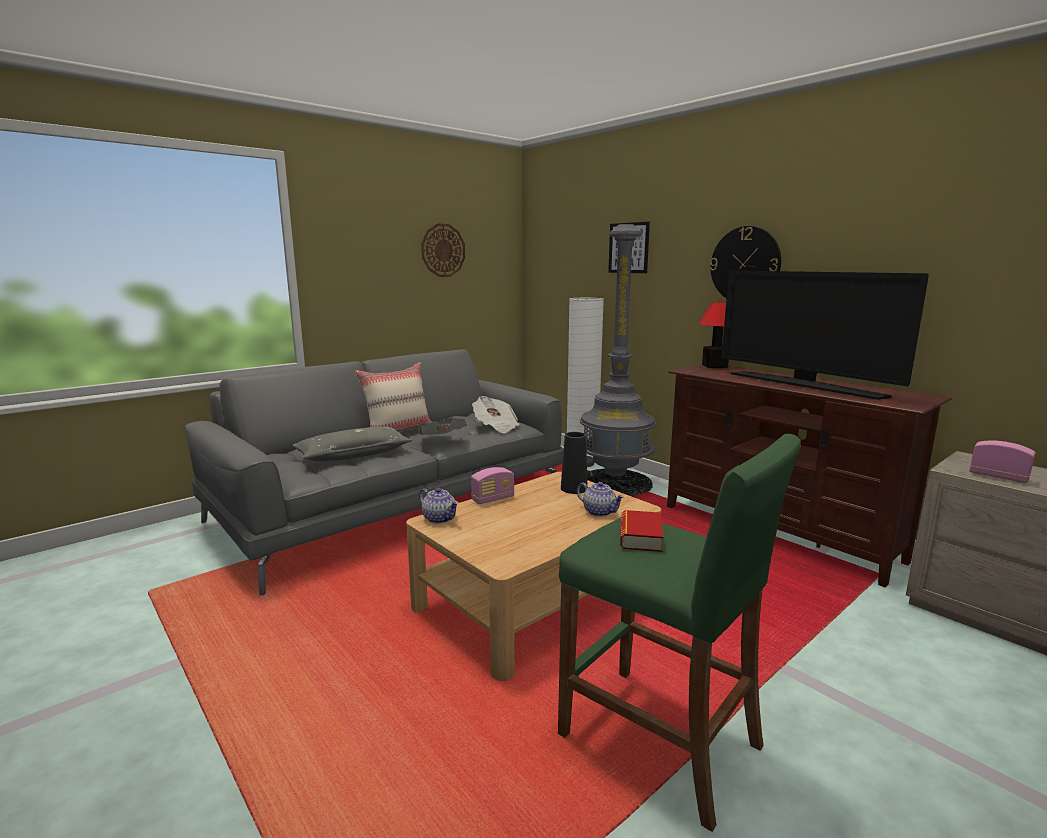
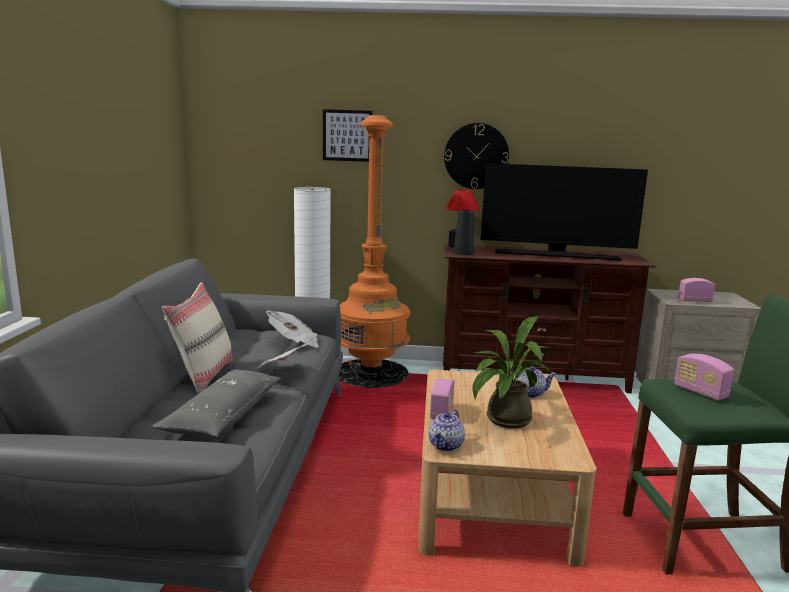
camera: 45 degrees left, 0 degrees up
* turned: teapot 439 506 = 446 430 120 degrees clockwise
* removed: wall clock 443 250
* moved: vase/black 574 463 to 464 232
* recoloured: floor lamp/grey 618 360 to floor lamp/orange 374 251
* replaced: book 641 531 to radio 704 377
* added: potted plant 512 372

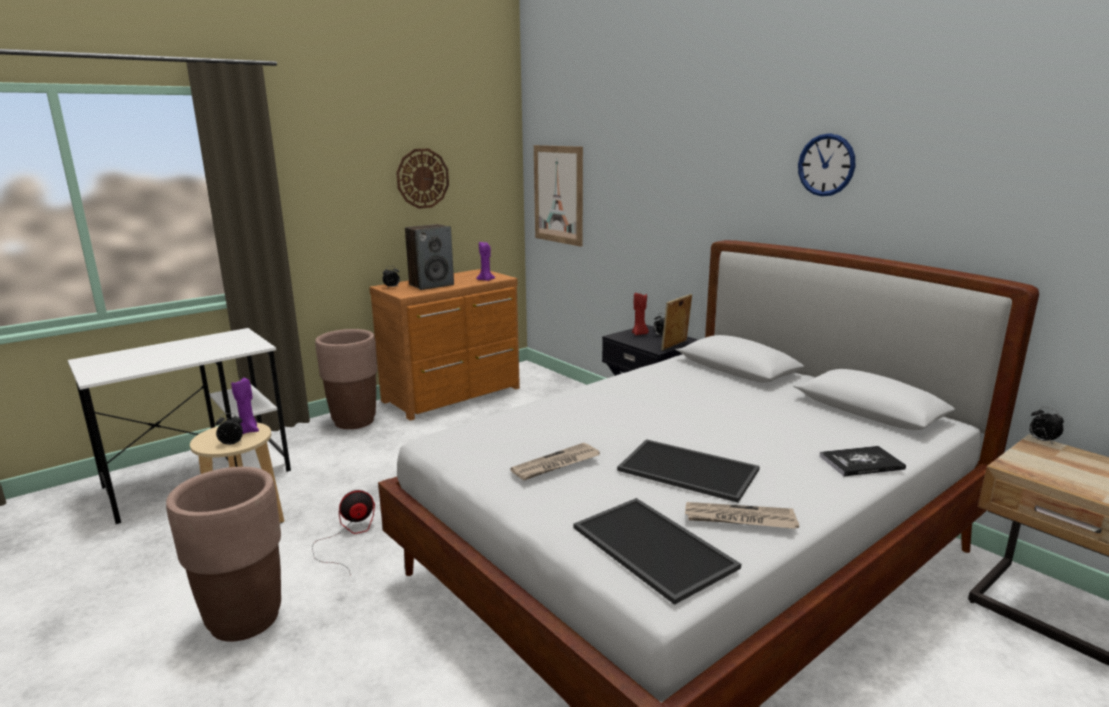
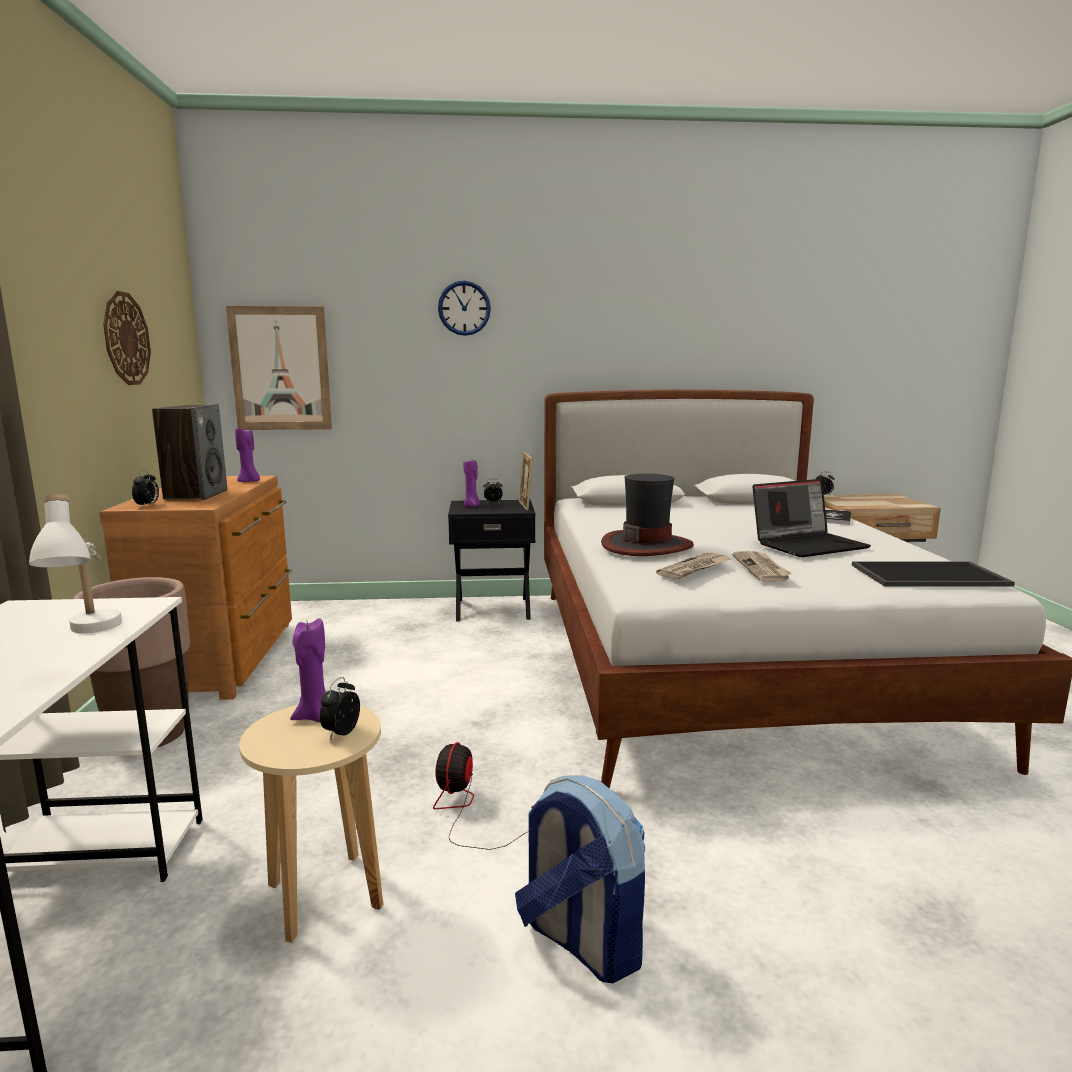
camera: 55 degrees left, 5 degrees down
* replaced: planter/brown 223 554 to backpack 580 879
* replaced: tray 688 471 to laptop 811 518
* recoloured: candle/red 640 313 to candle/purple 471 483
* moved: newspaper 742 515 to 693 565
* moved: wall clock 826 164 to 464 308
* added: table lamp/white 75 563
* added: hat 647 514

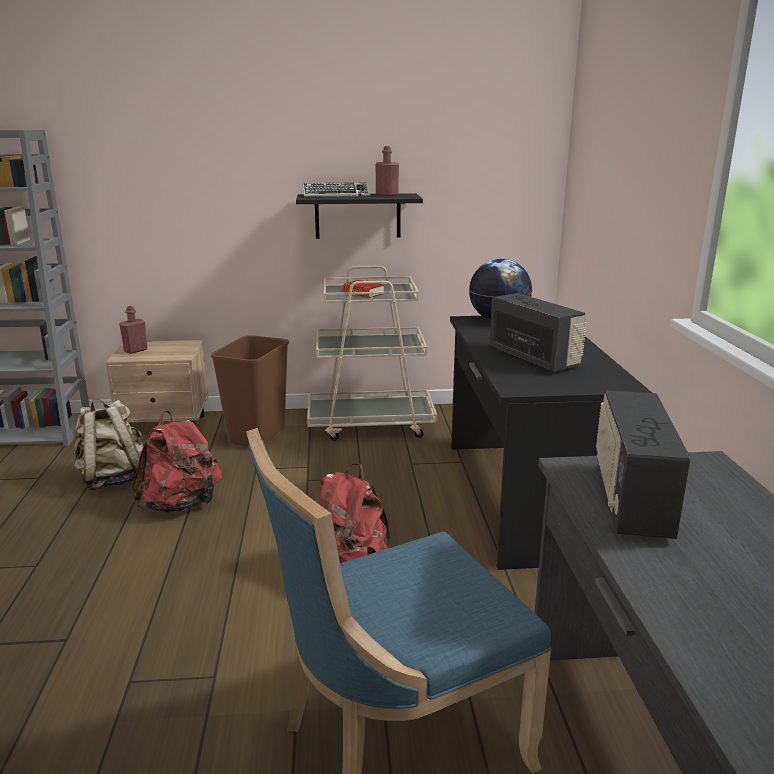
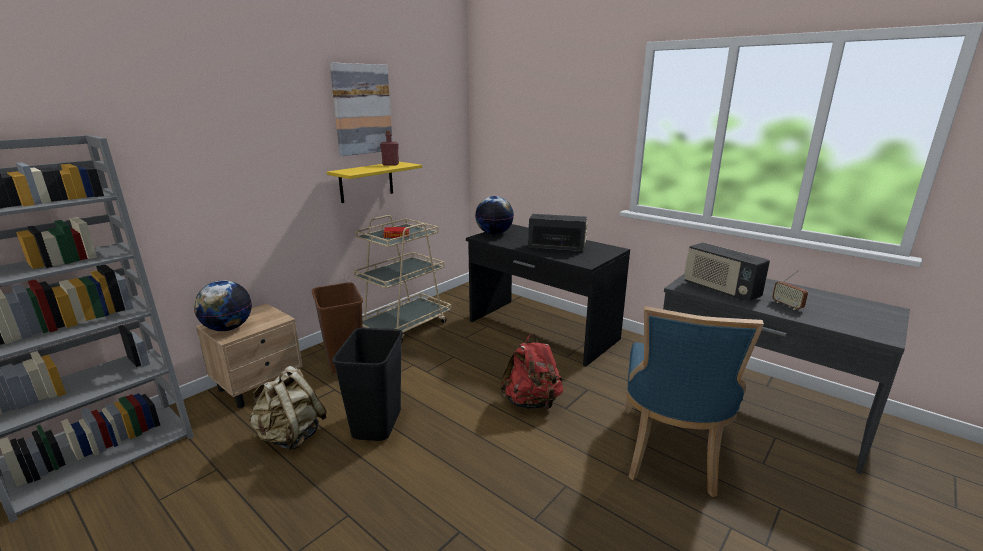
camera: 45 degrees left, 0 degrees up
* replaced: bottle/red 133 330 to globe 223 305
* replaced: backpack/red 177 462 to trash can/black 367 384
* recoloured: shelf/black 359 216 to shelf/yellow 374 182
* removed: keyboard 336 189
* added: picture 361 109
* added: radio 790 290

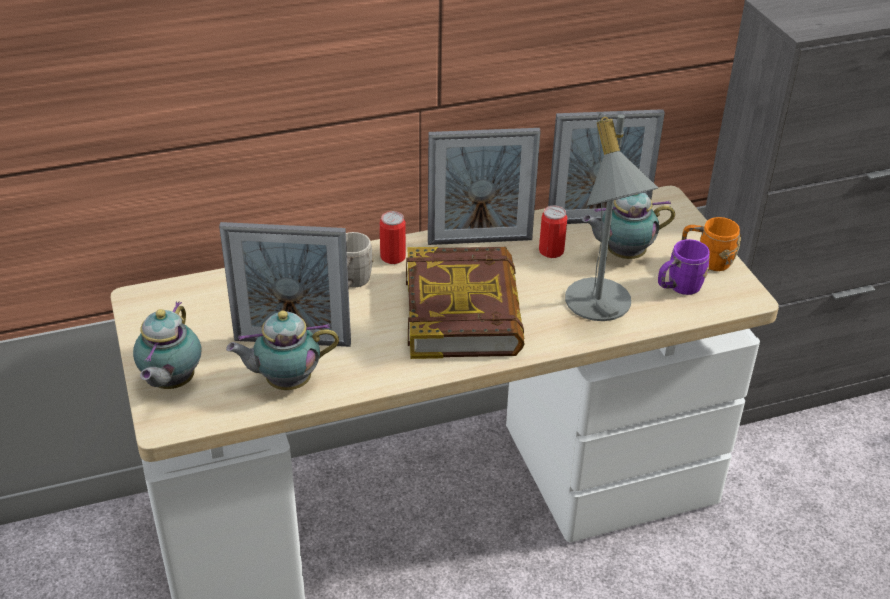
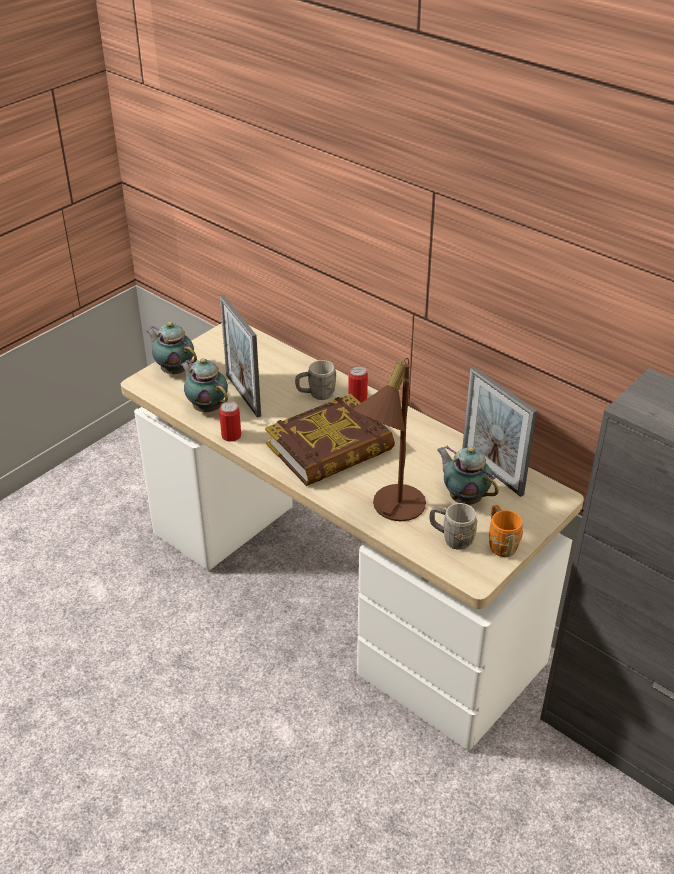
camera: 60 degrees right, 0 degrees up
* turned: teapot 167 345 = 171 348 60 degrees clockwise
* removed: picture frame 484 186
* moved: can 553 232 to 230 421
* recoloured: table lamp/grey 611 217 to table lamp/brown 389 439
* recoloured: mug/purple 684 267 to mug/grey 453 526

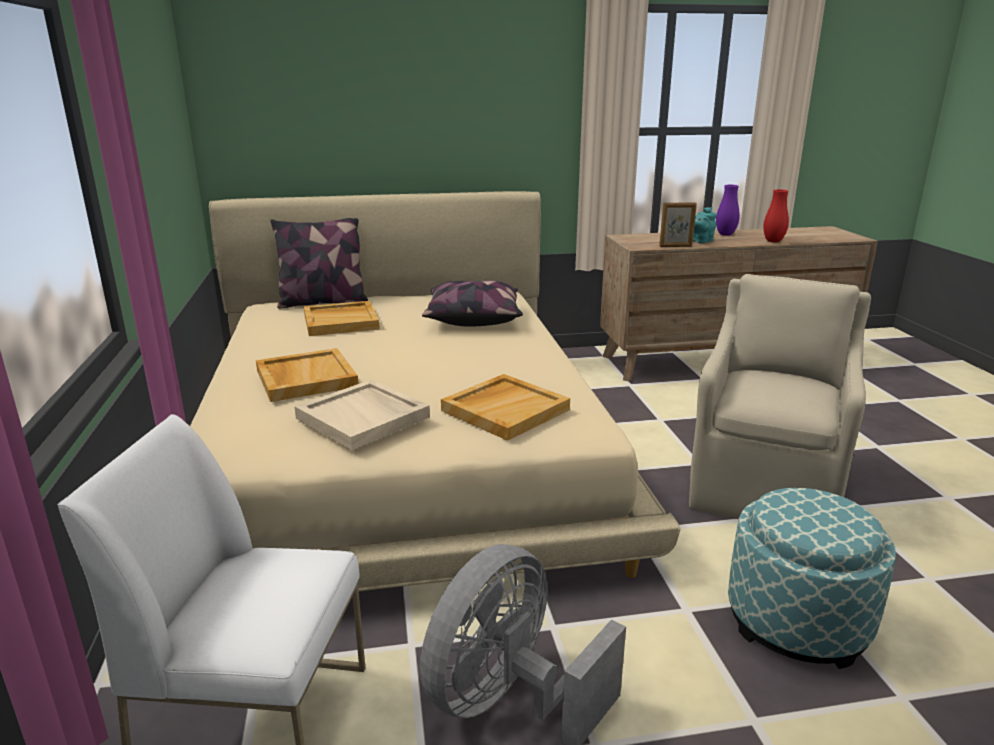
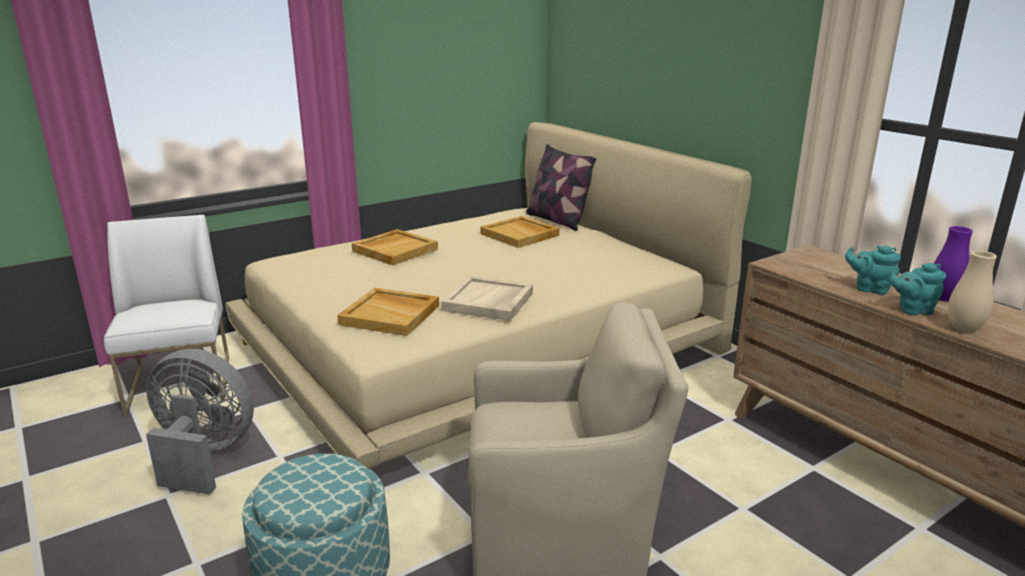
camera: 65 degrees right, 0 degrees up
* moved: tray/beige 362 414 to 487 298
* removed: pillow 472 303
* removed: picture frame 678 225
* recoloured: vase/red 776 216 to vase/beige 972 291
* added: teapot/turquoise 917 289

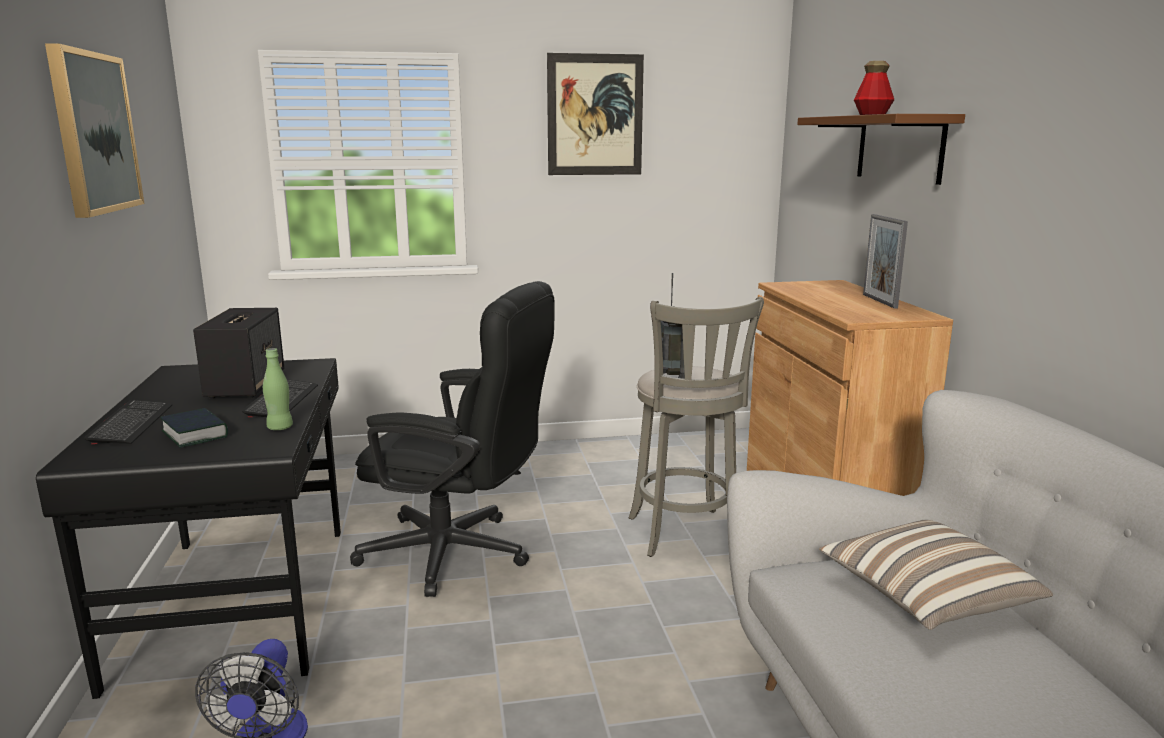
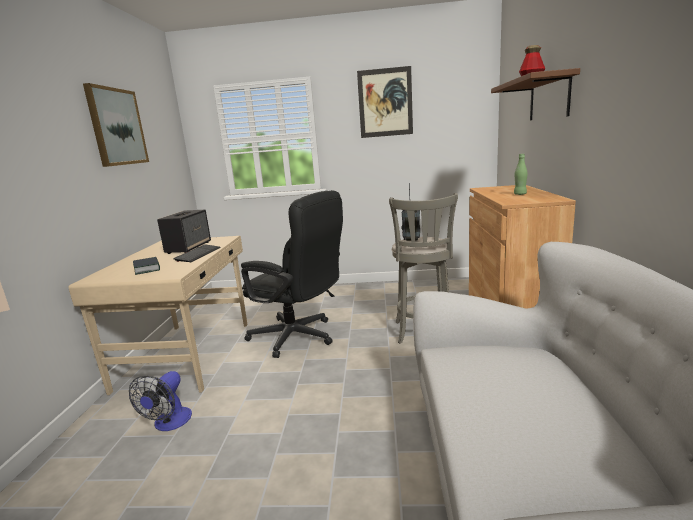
camera: 15 degrees right, 0 degrees up
* recoloured: desk/black 188 528 to desk/beige 157 315
* removed: keyboard 128 422
* moved: bottle/green 278 389 to 520 174
* removed: pillow 936 575
* removed: picture frame 885 261

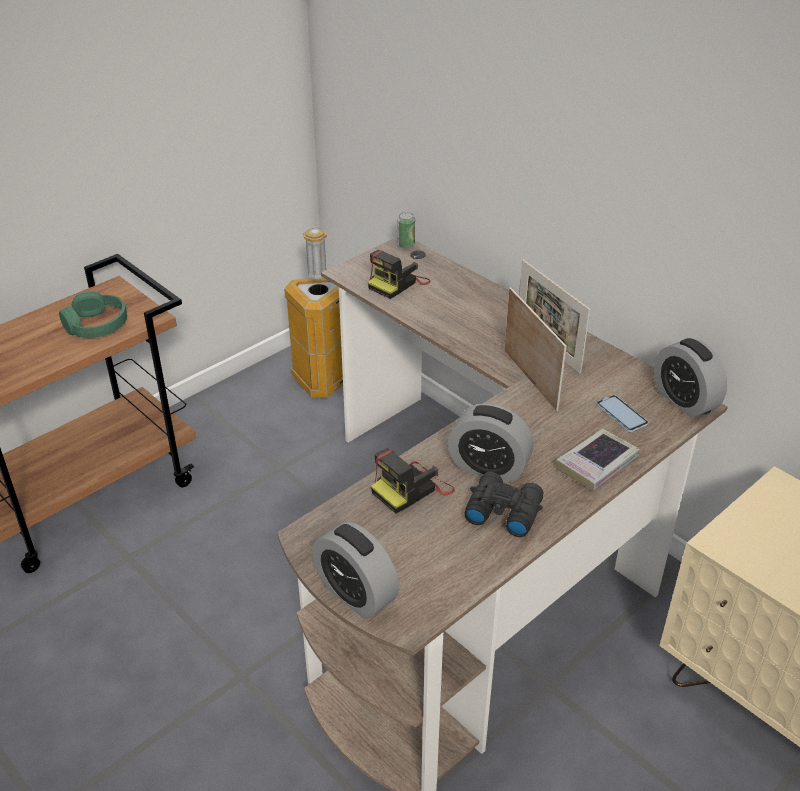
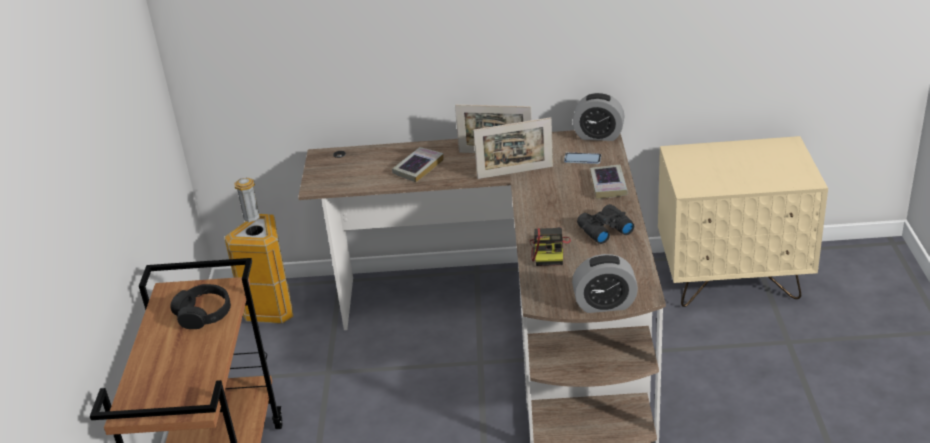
camera: 45 degrees left, 5 degrees down
* recoloured: headphones/green 93 314 to headphones/black 200 306
* removed: photo camera 399 274
* removed: can 406 230
* removed: alarm clock 491 443
* turned: picture frame 535 349 = 513 148 150 degrees clockwise
* added: book 418 164

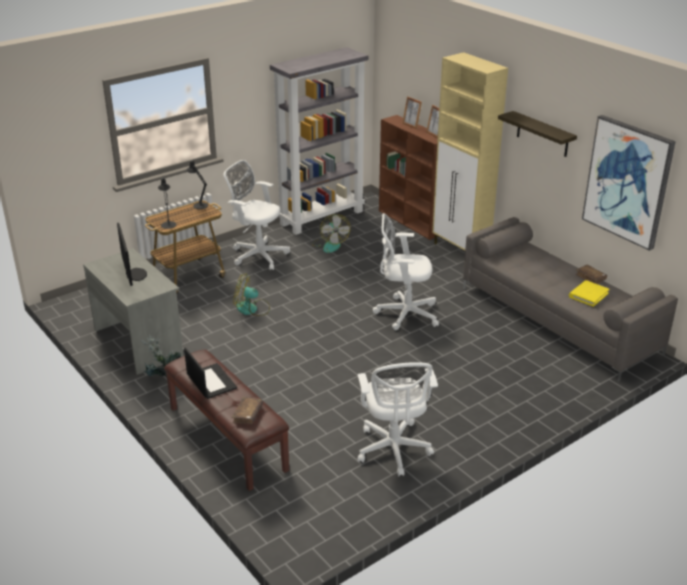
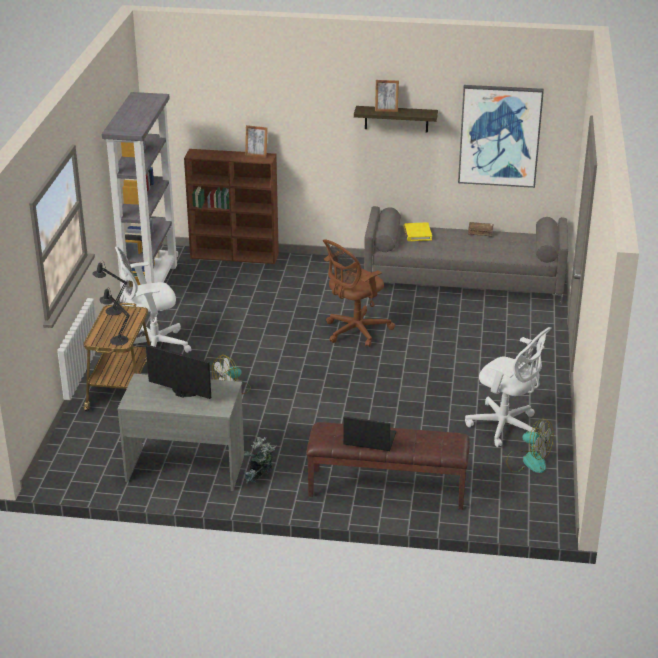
camera: 45 degrees left, 0 degrees up
* removed: book/brown 247 410
* moved: fan 331 233 to 529 446
* recoloured: office chair/white 406 271 to office chair/brown 359 293
* moved: picture frame 412 112 to 387 96
* removed: cabinet/beige 470 151
* moved: book/yellow 589 293 to 417 231

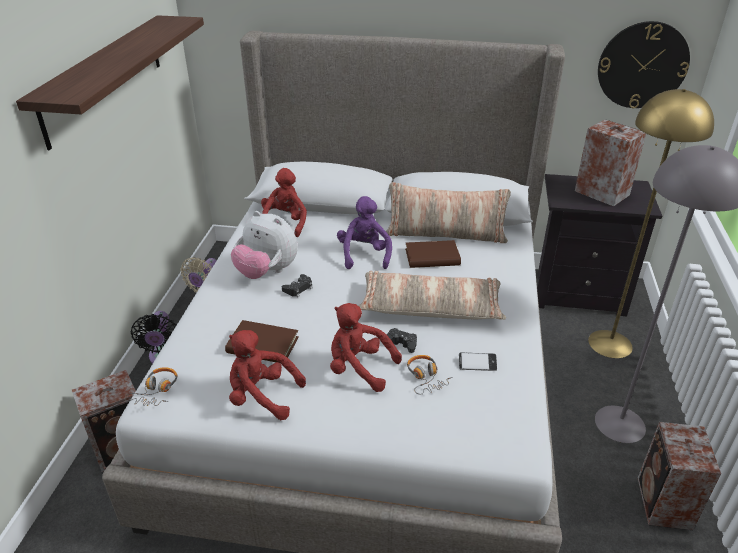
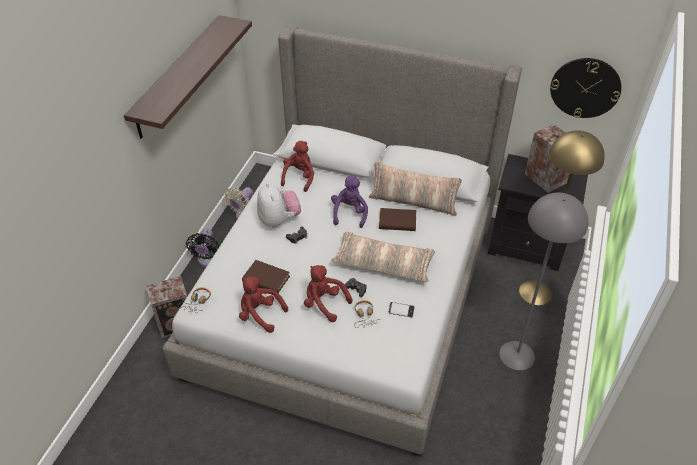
camera: 10 degrees right, 10 degrees up
* turned: plush toy 264 245 = 279 205 150 degrees counterclockwise
* removed: speaker 679 476

